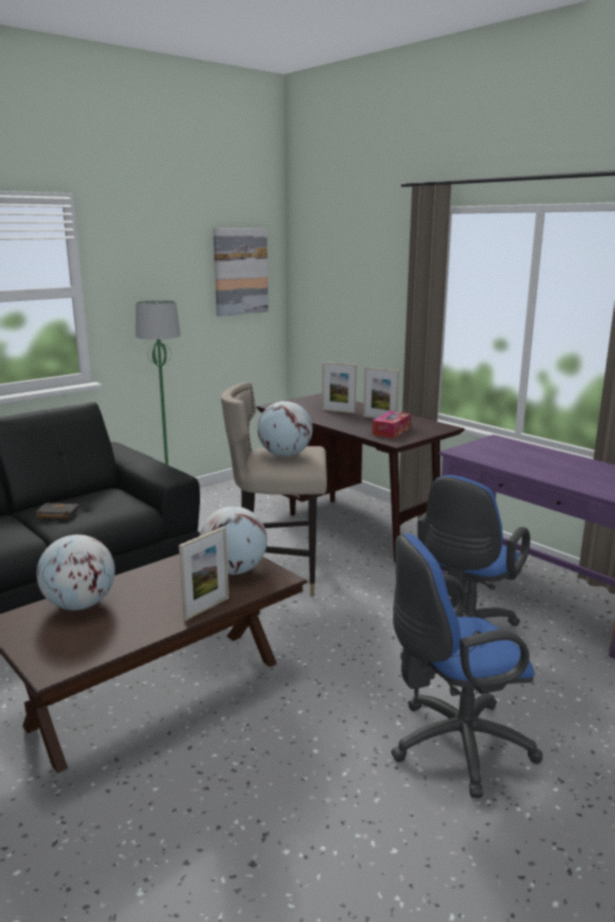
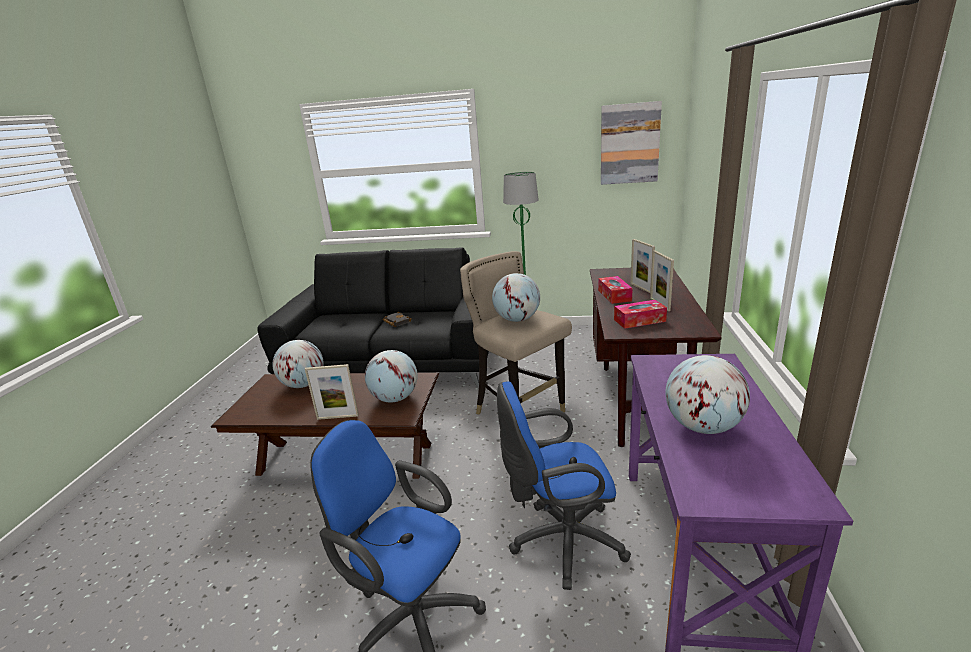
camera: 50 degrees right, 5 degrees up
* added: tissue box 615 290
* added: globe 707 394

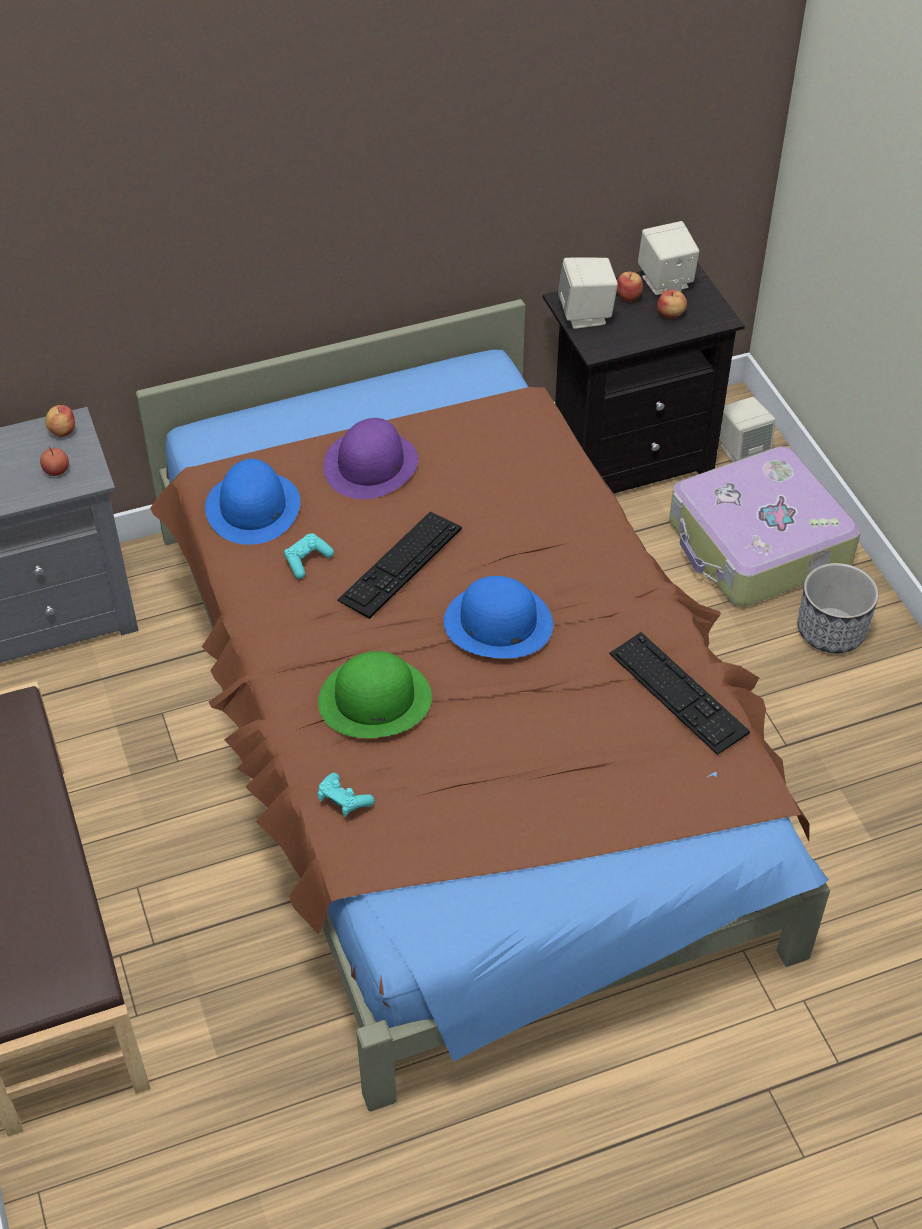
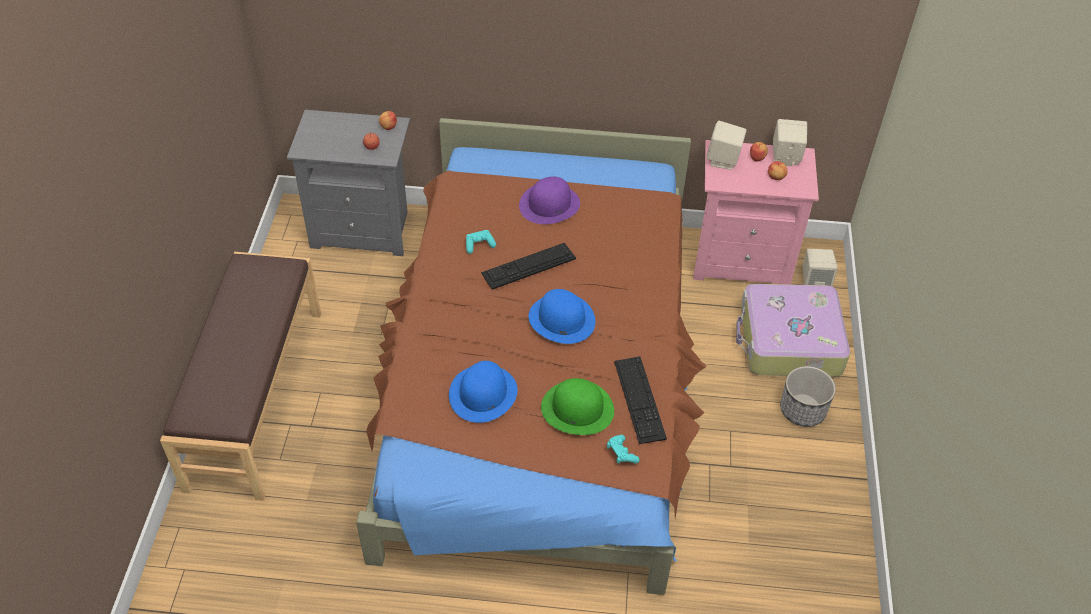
camera: 25 degrees right, 0 degrees up
* moved: hat/blue 252 502 to 483 392
* moved: hat/green 375 694 to 577 406
* moved: game controller/turquoise 346 795 to 623 449
* recoloured: nightstand/black 644 378 to nightstand/pink 756 212

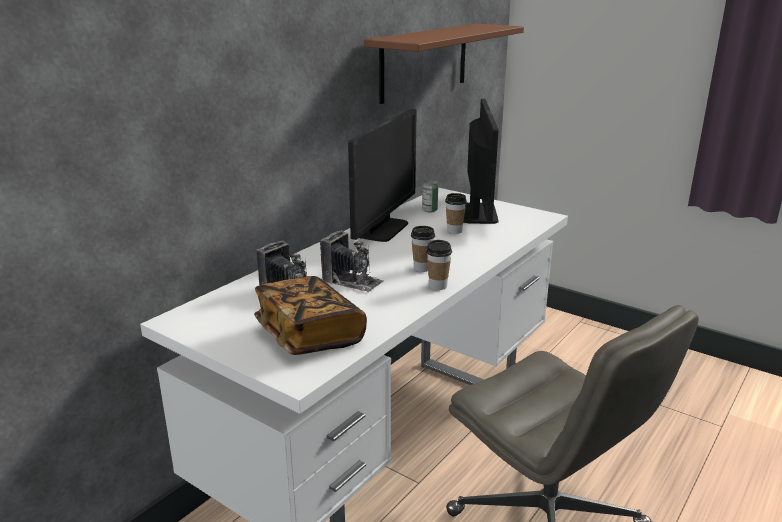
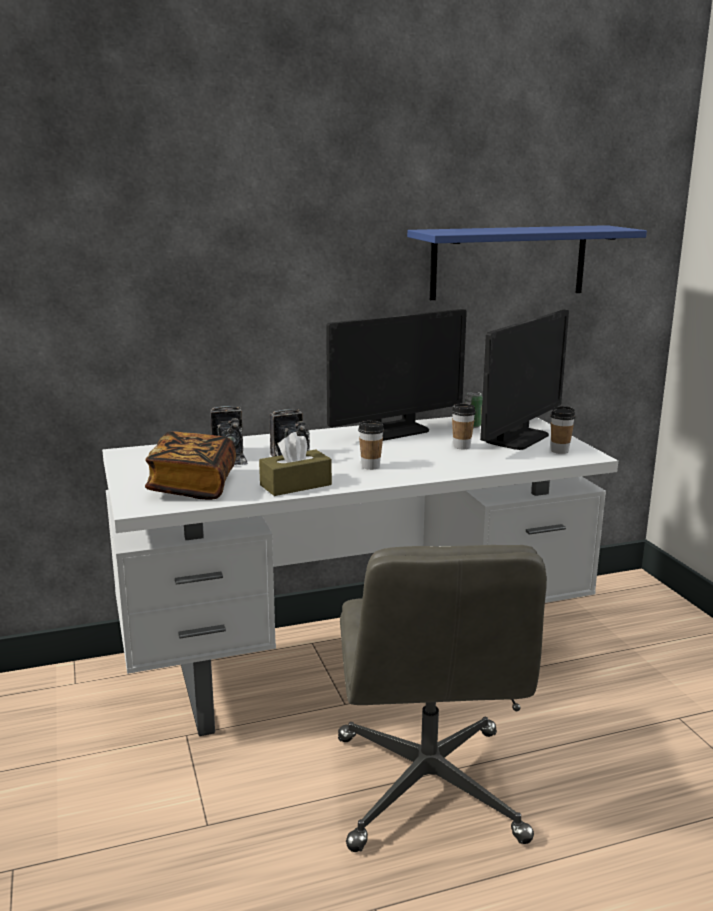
camera: 35 degrees right, 5 degrees down
* recoloured: shelf/brown 444 64 to shelf/blue 527 262
* moved: cup 439 265 to 563 430
* added: tissue box/brown 295 464

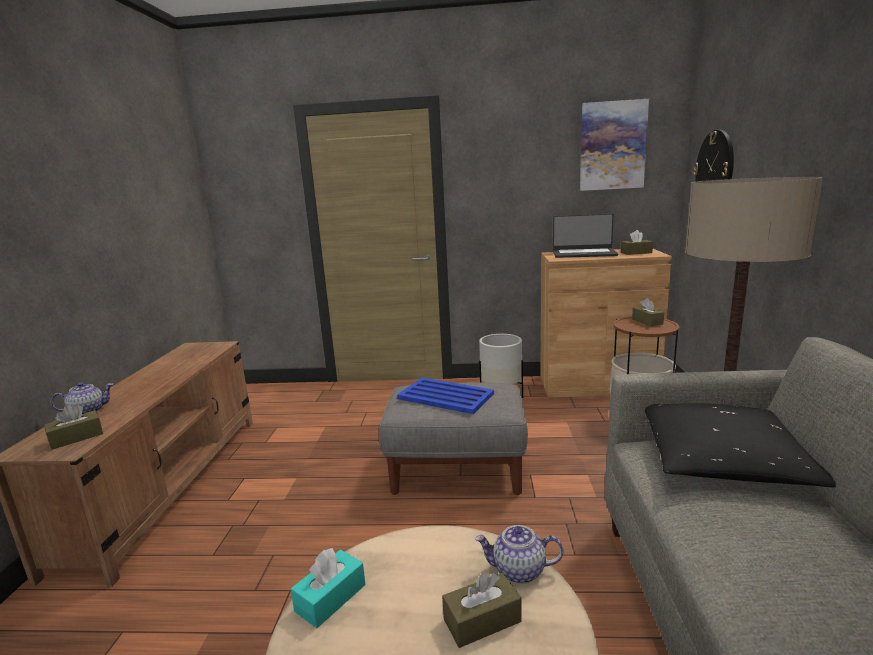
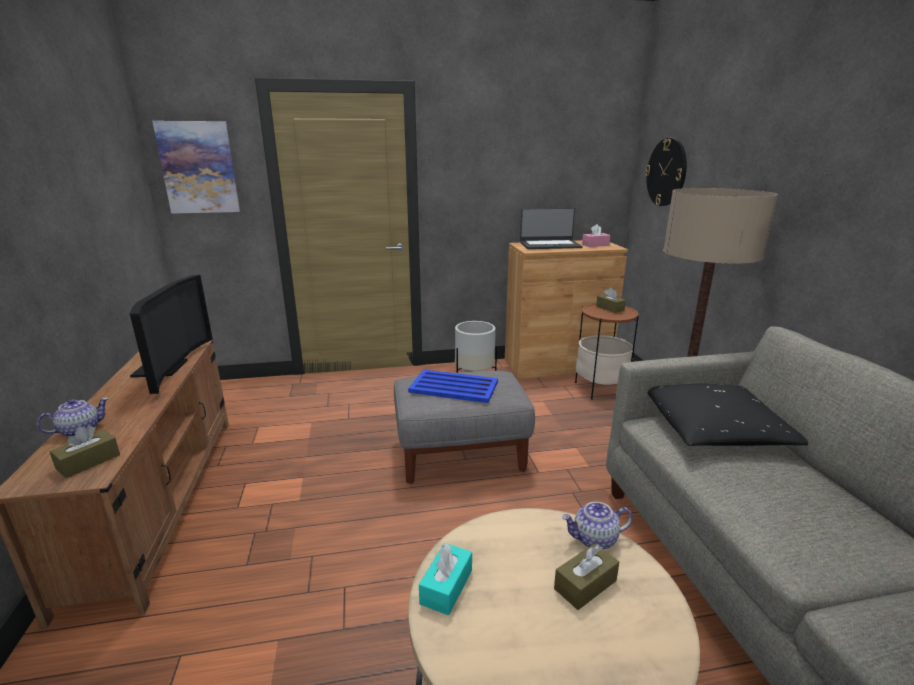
camera: 15 degrees left, 5 degrees up
* moved: picture 614 145 to 196 167
* recoloured: tissue box/brown 637 242 to tissue box/pink 596 235
* added: television 171 334

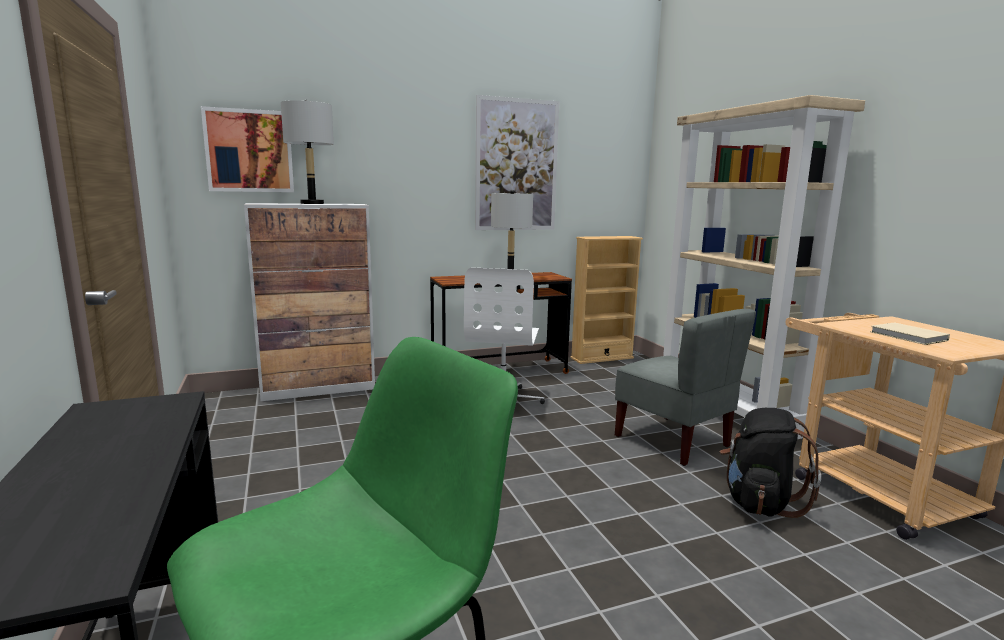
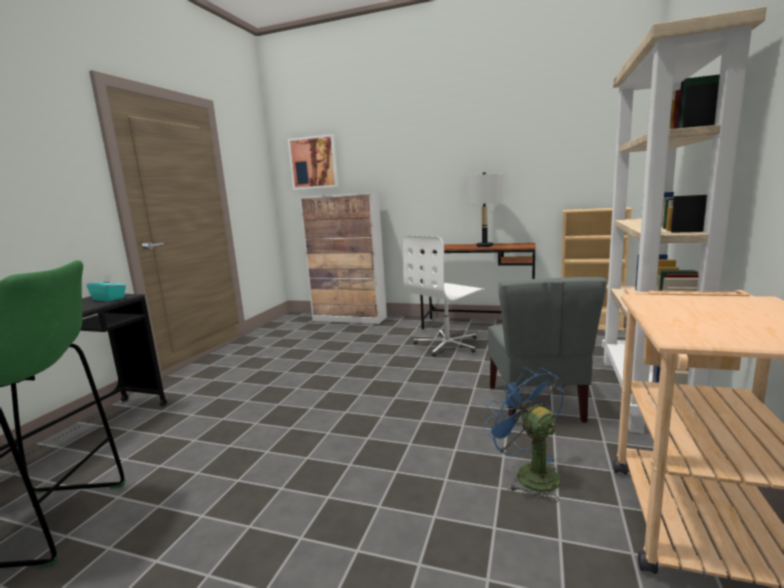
camera: 40 degrees right, 0 degrees up
* removed: table lamp/grey 307 152
* removed: picture 517 162
* replaced: backpack/black 770 463 to fan/blue 523 434
* removed: book/beige 910 333
* added: tissue box/turquoise 106 288

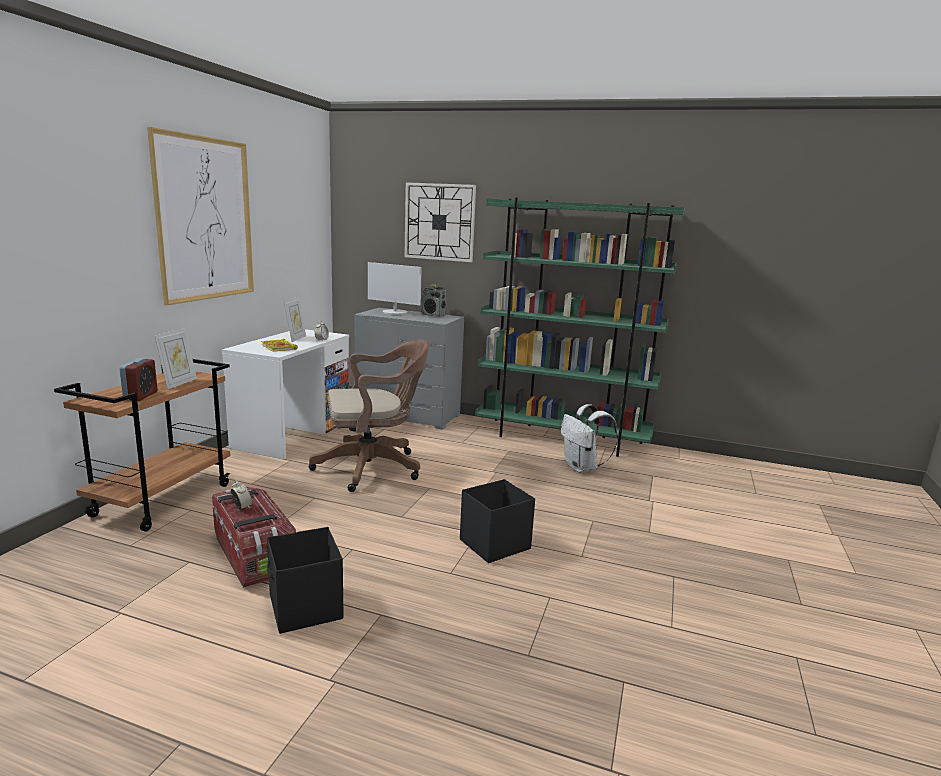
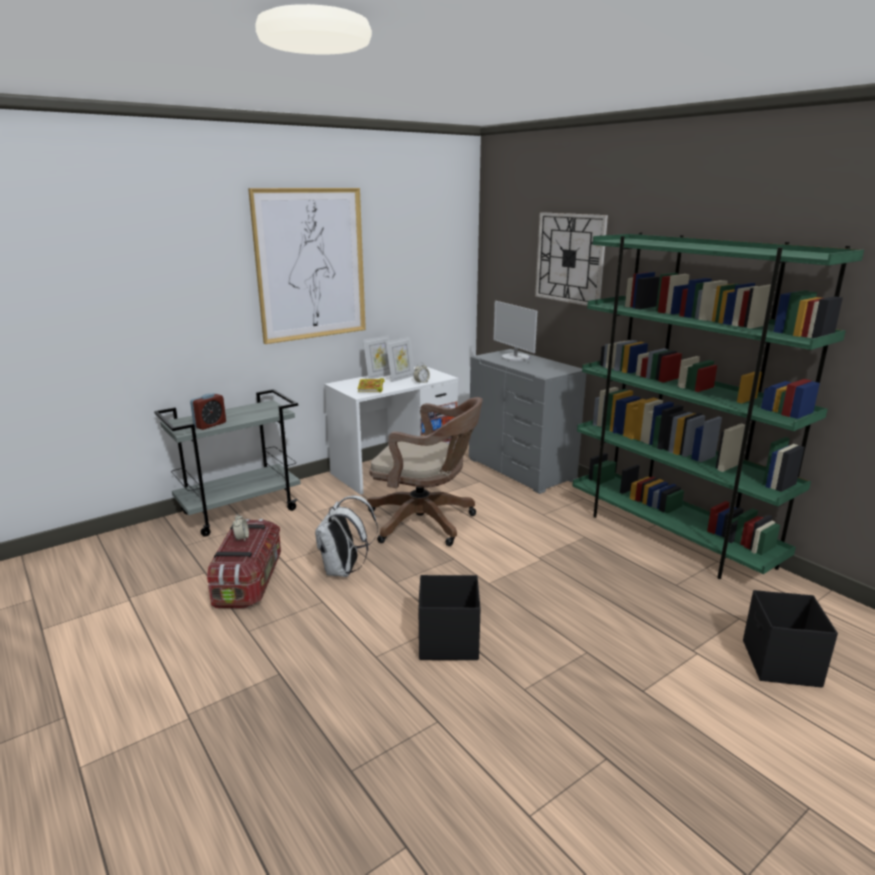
camera: 35 degrees right, 5 degrees up
* recoloured: cart/brown 142 445 to cart/grey 227 463
* moved: picture frame 175 359 to 376 357
* moved: storage box/black 305 580 to 790 639
* removed: radio 433 300
* moved: backpack/white 589 438 to 346 536

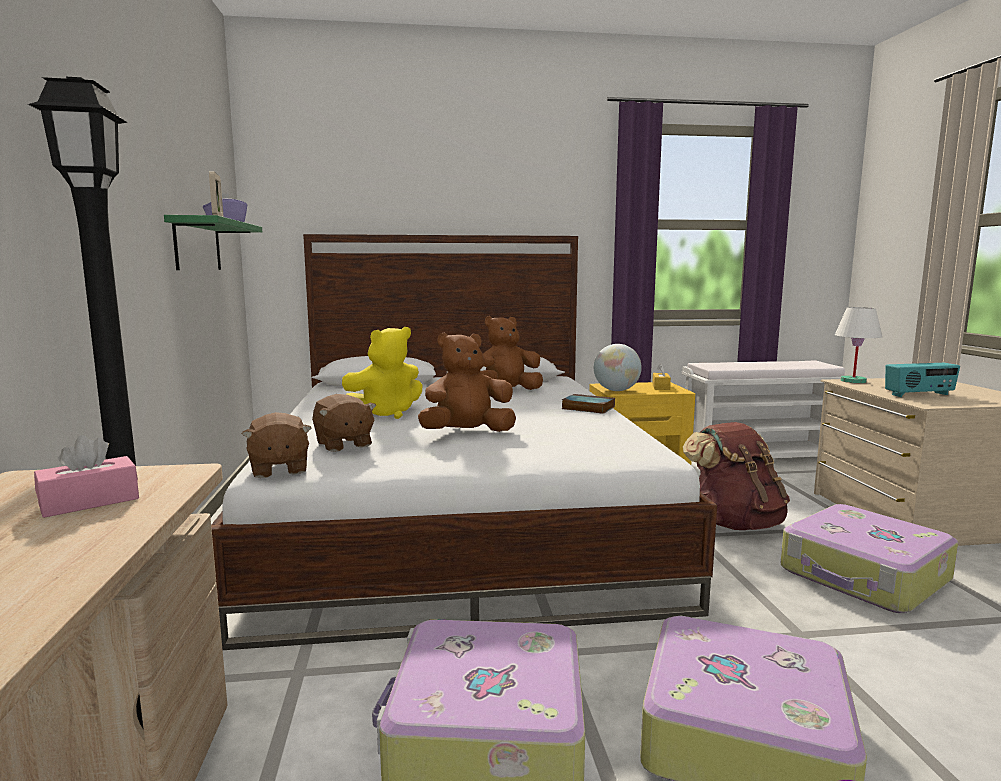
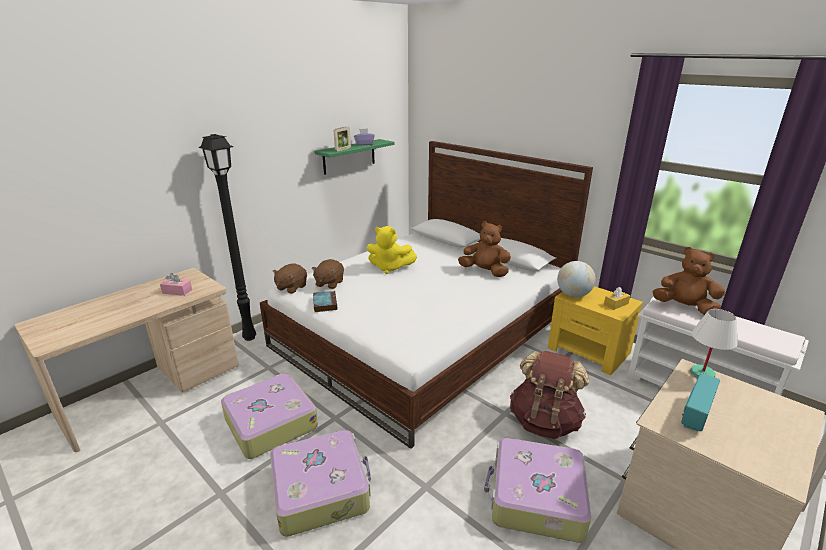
camera: 50 degrees right, 15 degrees up
* moved: plush toy/brown 467 382 to 689 281
* moved: book 588 404 to 325 301
* turned: radio 922 380 = 700 402 90 degrees clockwise

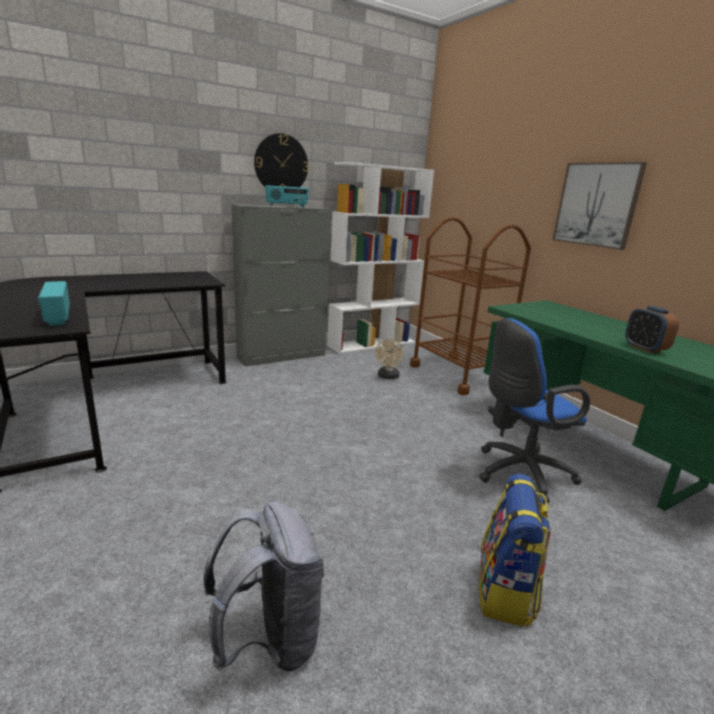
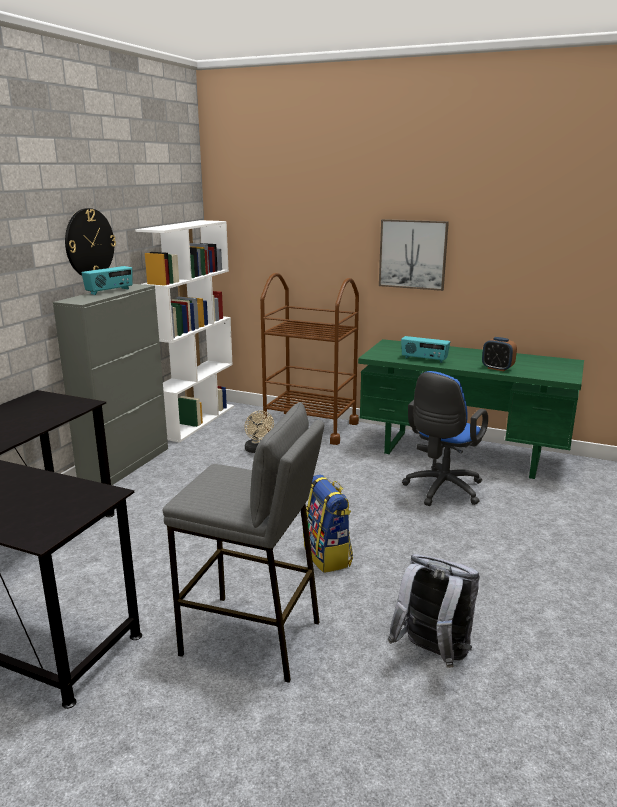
camera: 35 degrees left, 0 degrees up
* moved: radio 54 303 to 425 349
* moved: backpack 515 550 to 328 523
* added: stool/grey 243 542

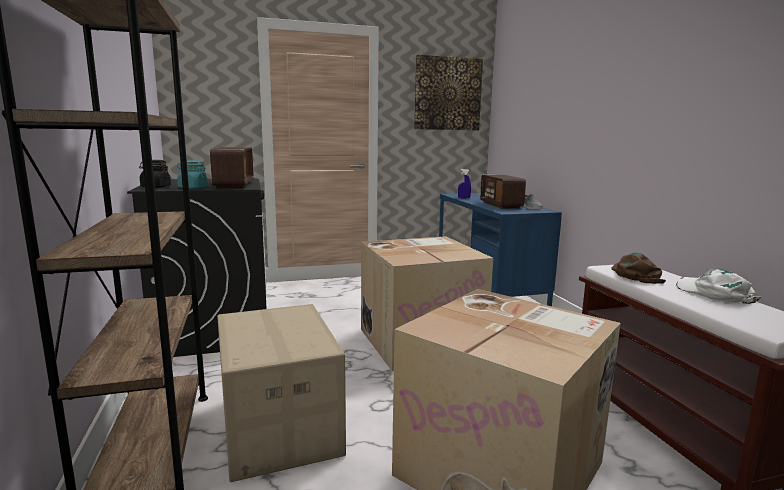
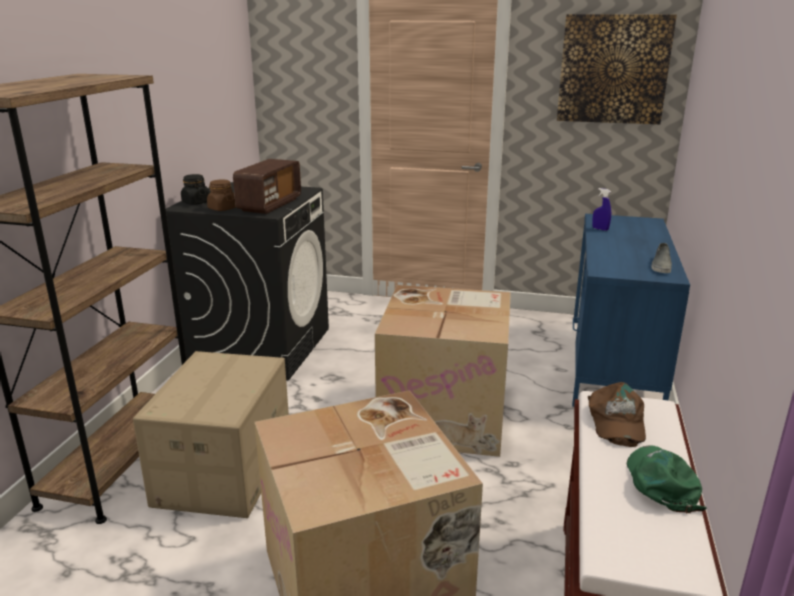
camera: 30 degrees right, 10 degrees up
* recoloured: jar/turquoise 192 175 to jar/brown 221 195
* removed: radio 503 192
* turned: cap/brown 638 268 = 617 414 150 degrees clockwise
* recoloured: cap/white 718 286 to cap/green 666 479

